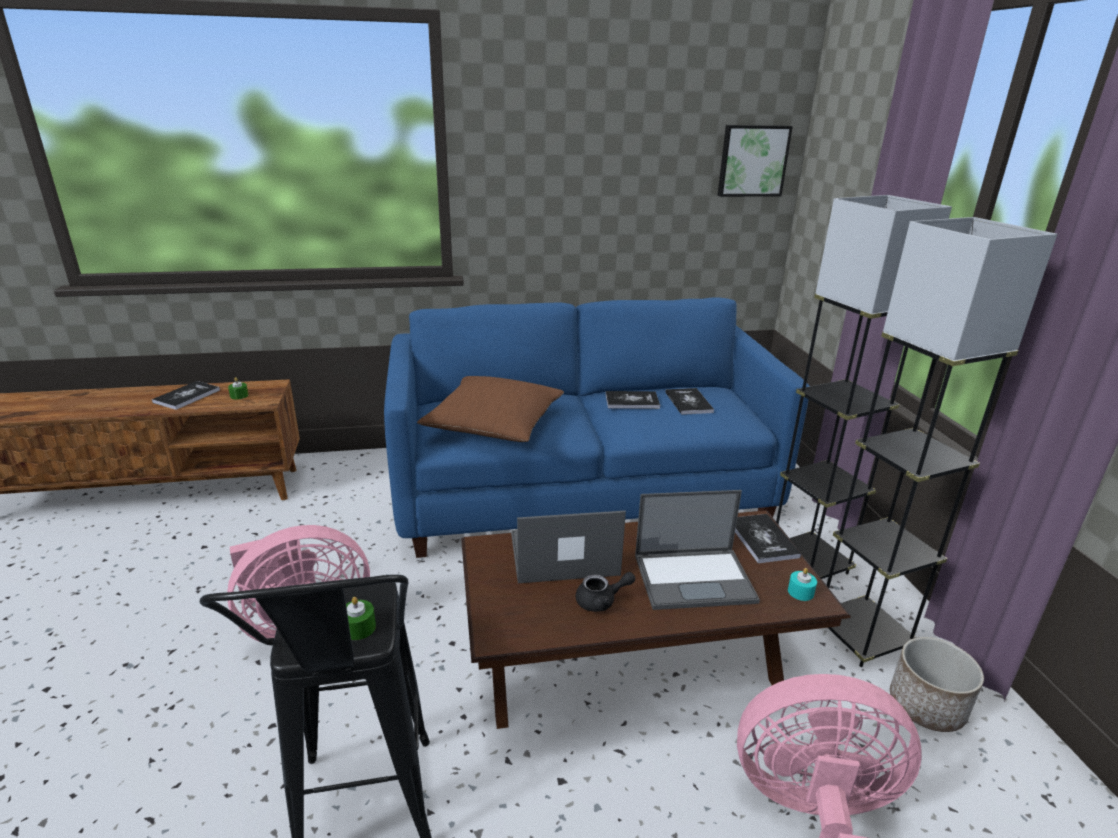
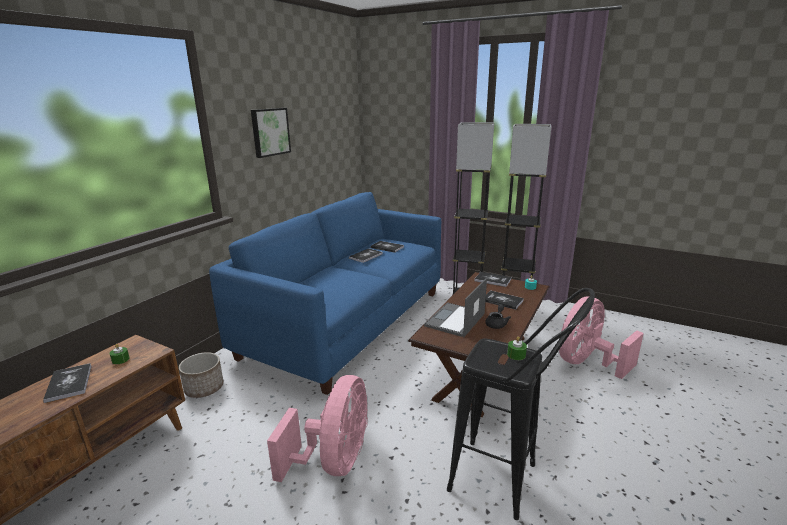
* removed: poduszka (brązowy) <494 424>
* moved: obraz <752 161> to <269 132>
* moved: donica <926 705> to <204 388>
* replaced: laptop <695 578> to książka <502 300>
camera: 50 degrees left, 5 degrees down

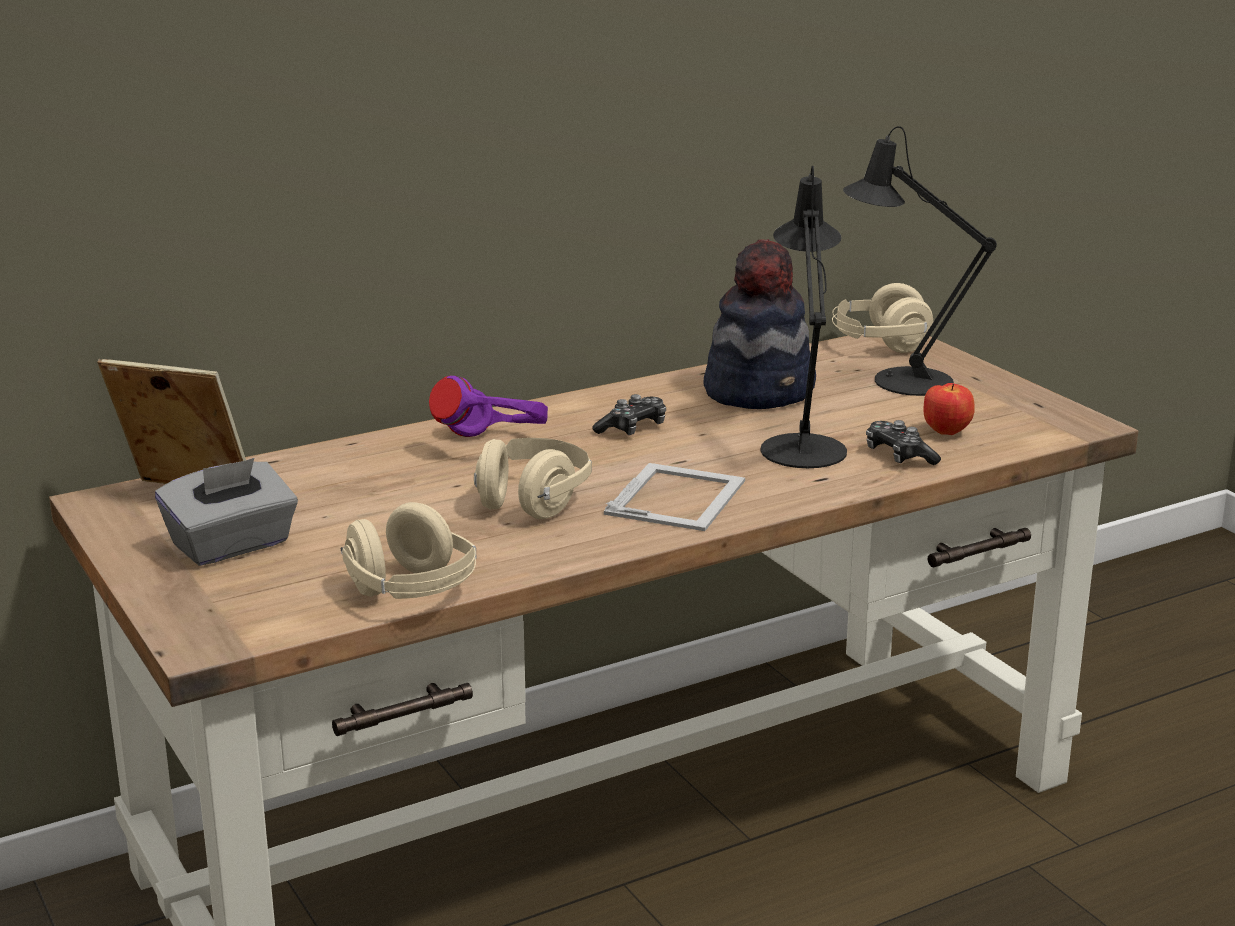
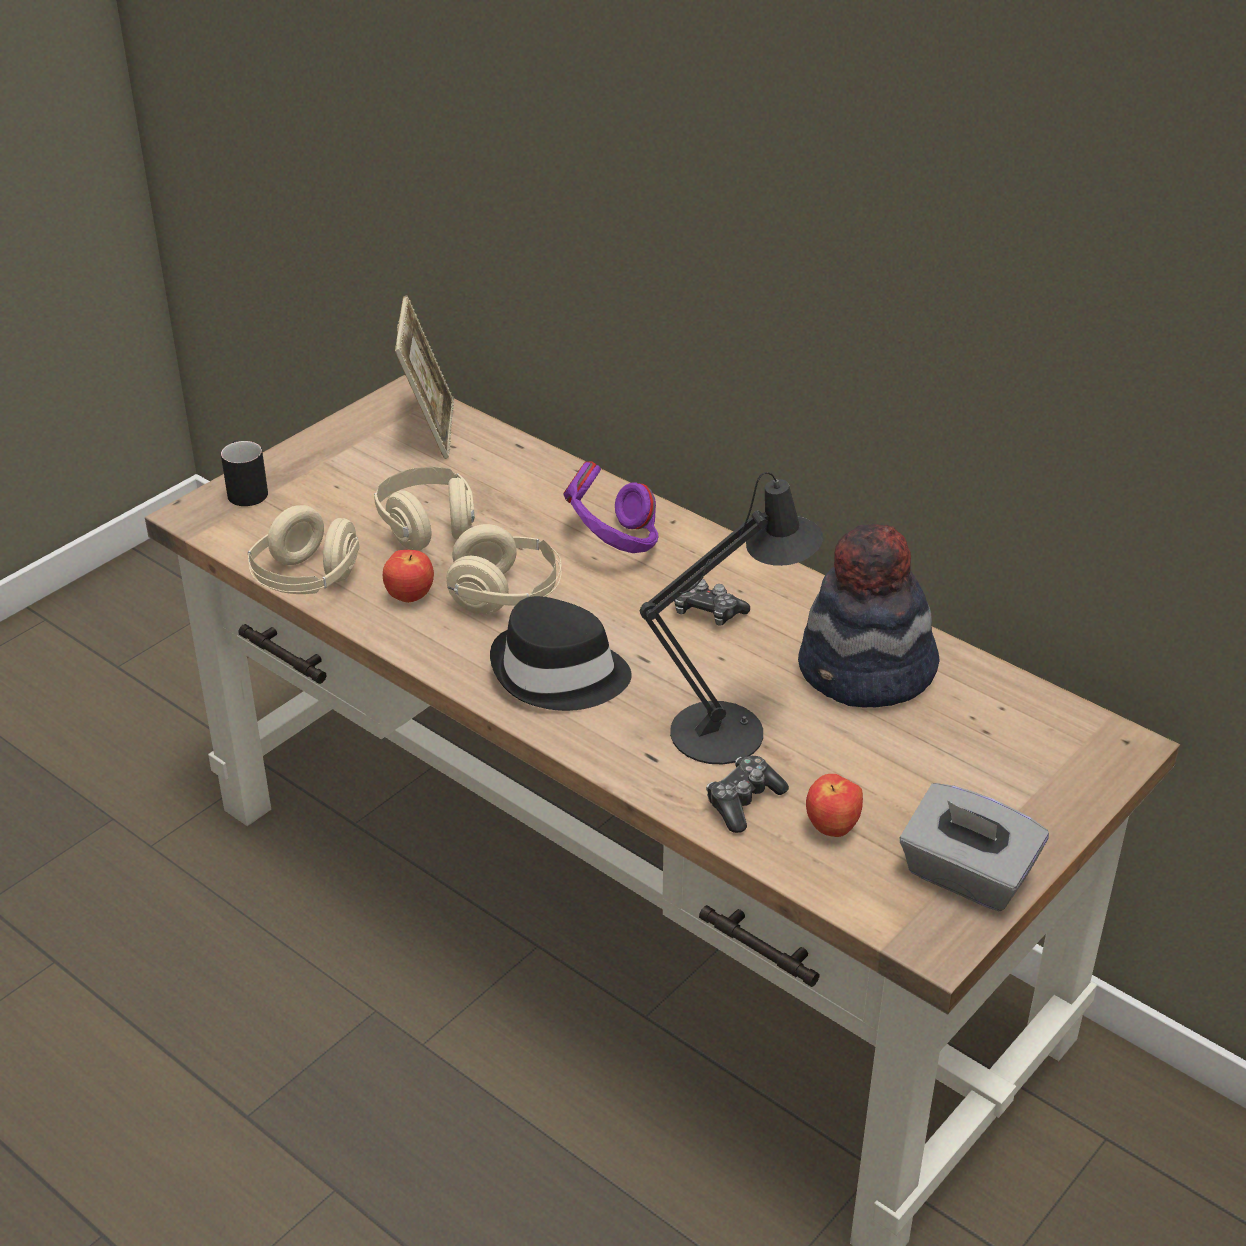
* removed: lampa stołowa (czarny) <901 380>
* added: kubek (czarny) <245 489>
* added: jabłko <410 597>
* moved: pudełko chusteczek (szary) <232 546> to <966 876>
* moved: słuchawki (beżowy) <879 344> to <427 527>
* replaced: ramka na zdjęcie <677 496> to kapelusz (czarny) <559 674>
camera: 70 degrees right, 15 degrees up

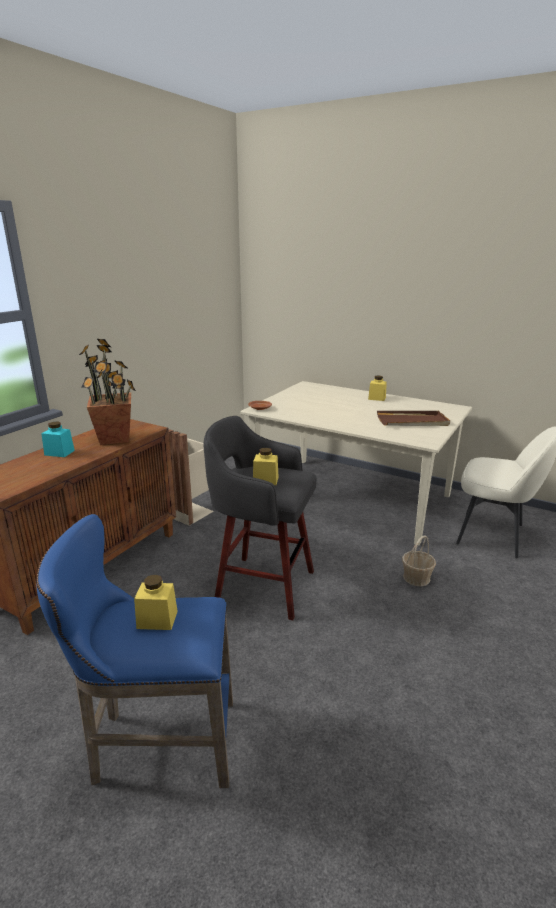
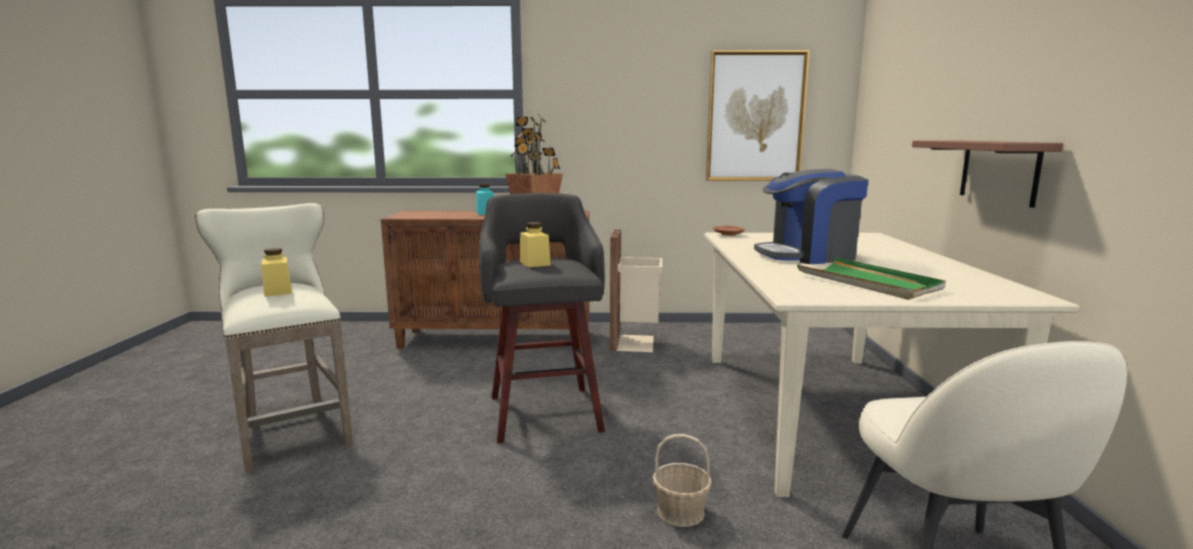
* removed: słoik (żółty) <377 398>
* added: obraz <755 117>
* added: ekspres do kawy <808 255>
* added: półka (brązowy) <999 171>
* recoloured: stołek (niebieski) <157 744> to stołek (beżowy) <292 428>
* recoloured: taca (brązowy) <412 421> to taca (zielony) <868 283>
camera: 60 degrees right, 10 degrees down

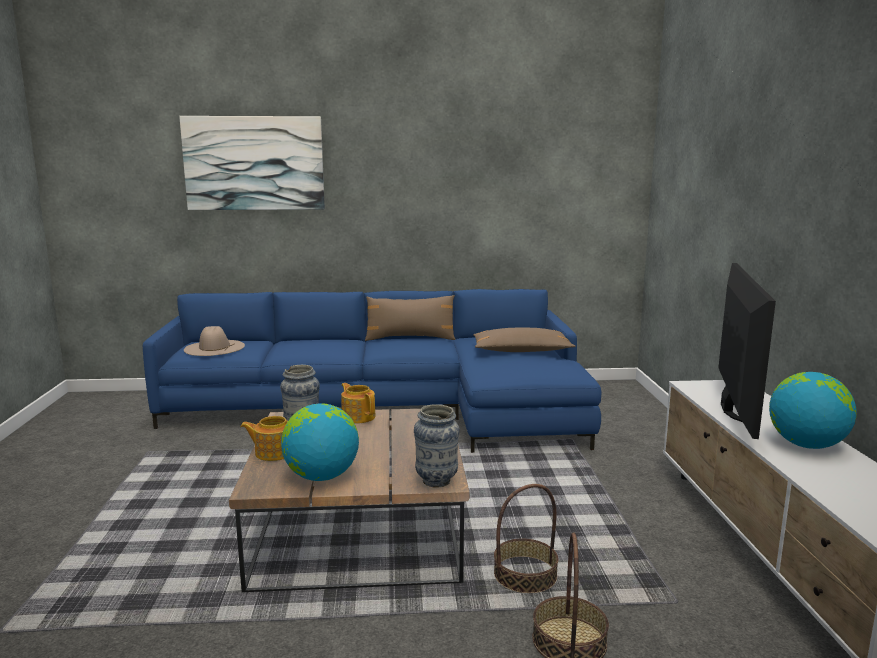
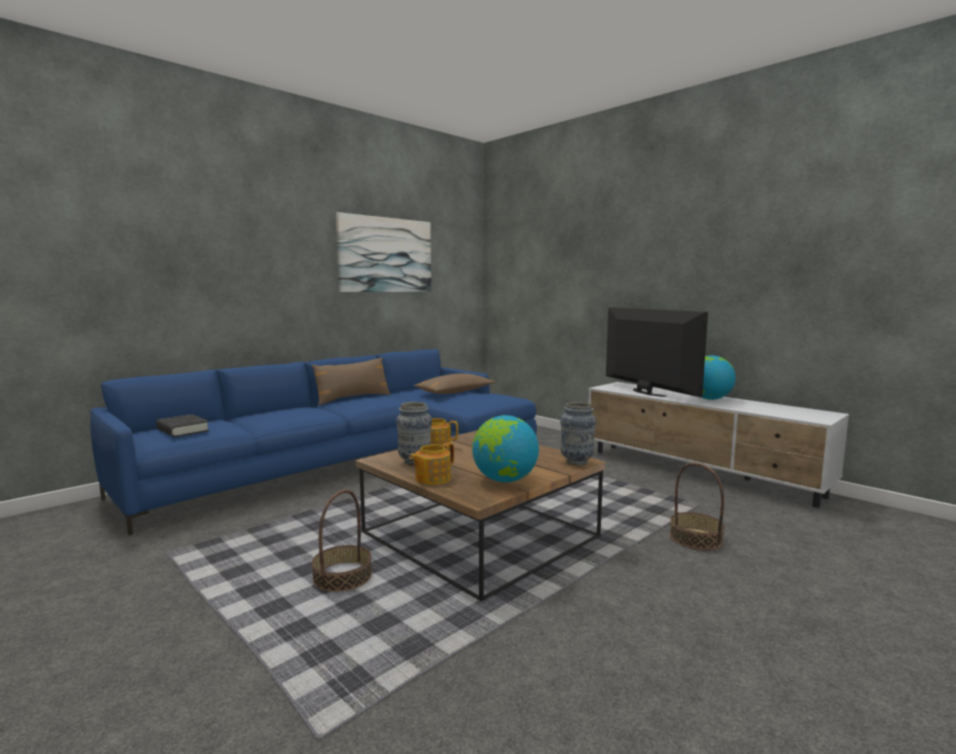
* moved: obraz <254 163> to <385 255>
* moved: koszyk <525 575> to <342 577>
* replaced: kapelusz (beżowy) <214 347> to książka (czarny) <182 430>
camera: 40 degrees left, 5 degrees down

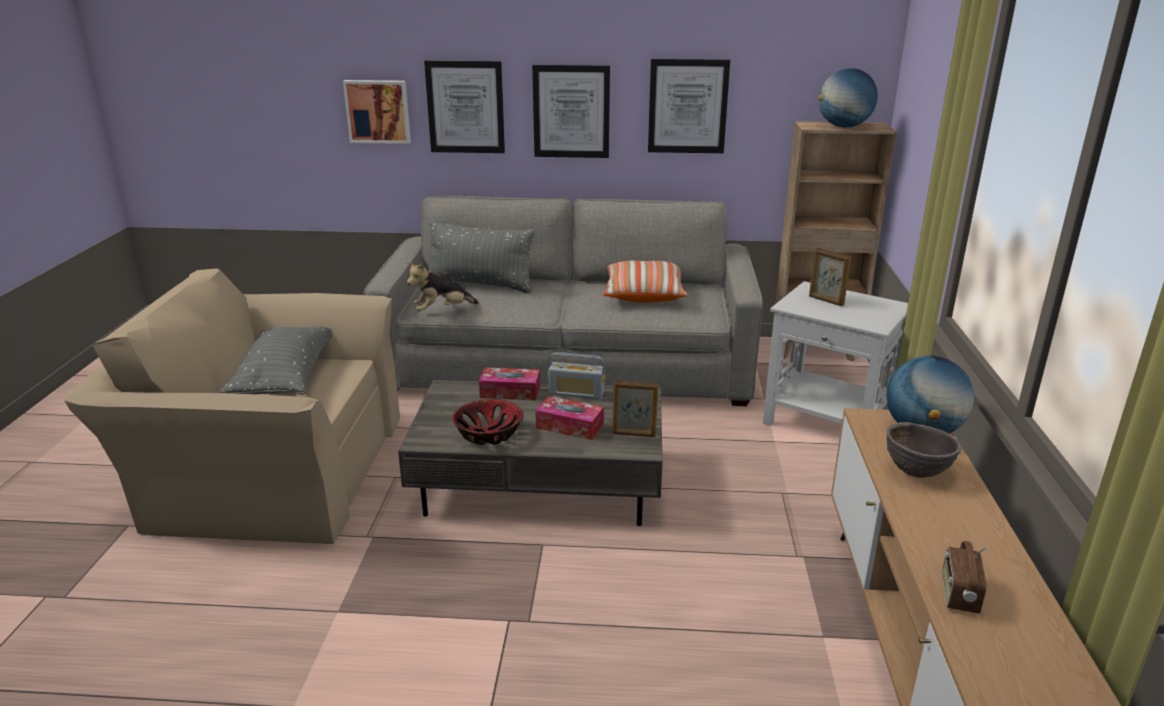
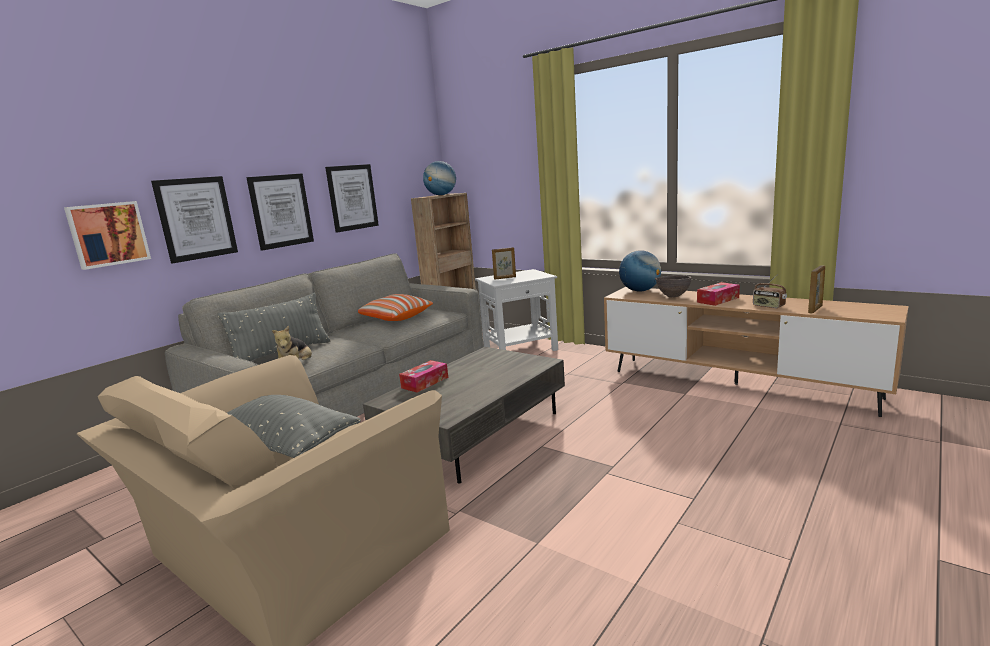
* removed: miska <488 434>
* removed: radio <576 393>
* moved: pudełko chusteczek <569 426> to <718 300>
* moved: ramka na zdjęcie <634 434> to <815 309>
camera: 55 degrees left, 10 degrees down

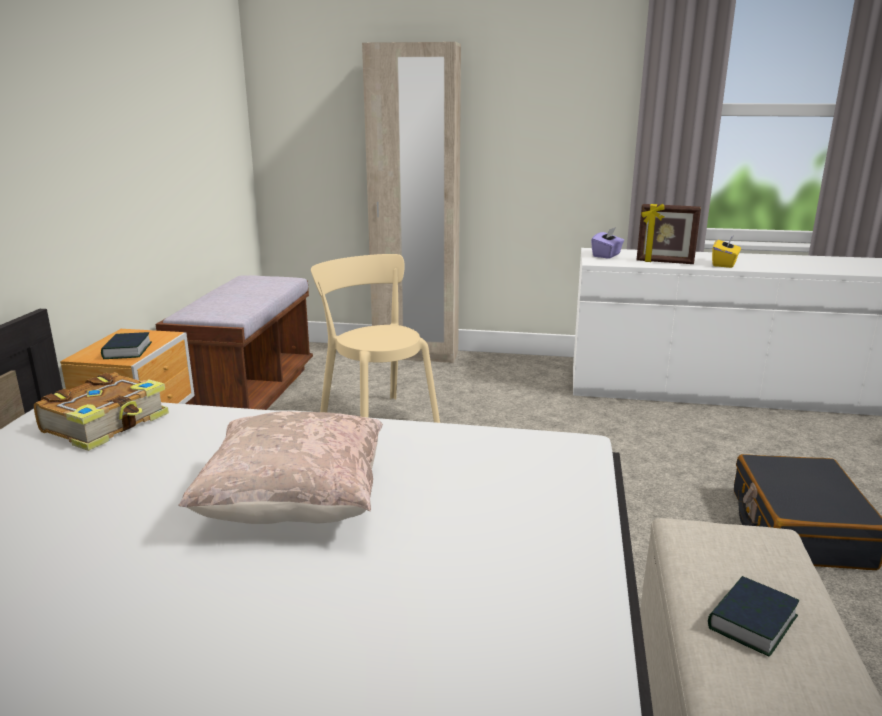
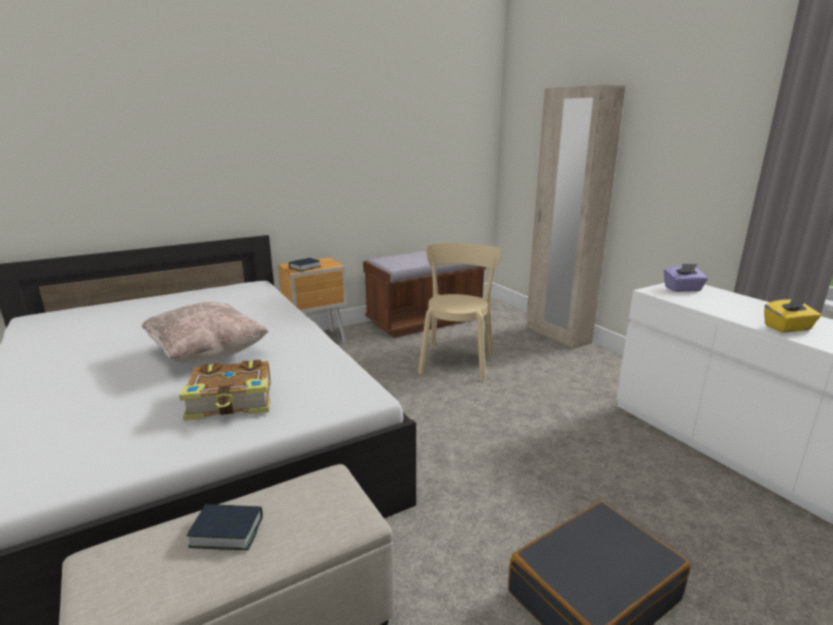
* removed: ramka na zdjęcie <664 262>
* moved: książka <107 424> to <232 402>
camera: 50 degrees right, 0 degrees up

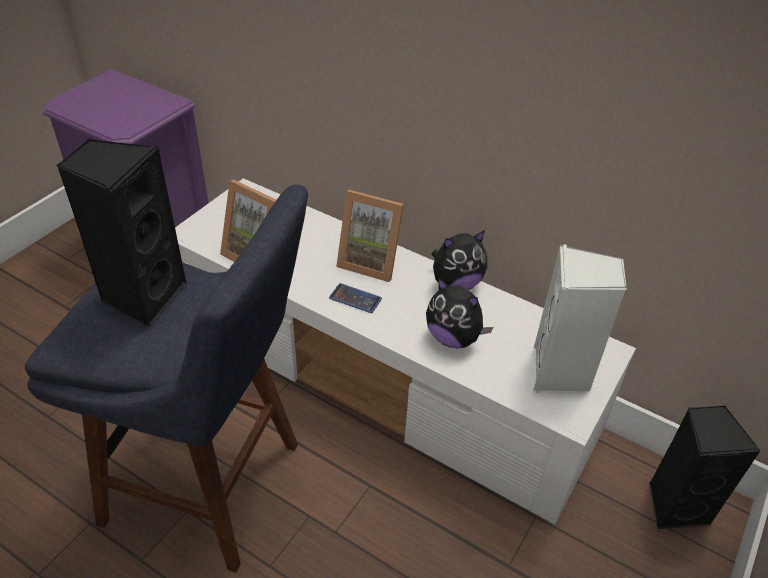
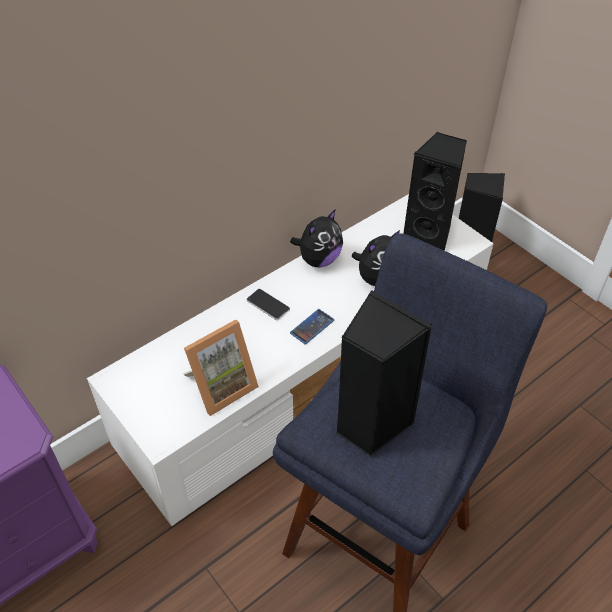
* replaced: ramka na zdjęcie <371 261> to telefon <268 305>
* recoloured: głośnik (biały) <560 374> to głośnik (czarny) <430 233>
* turned: pluszak <456 284> = <318 259> 45 degrees clockwise
camera: 70 degrees left, 5 degrees up

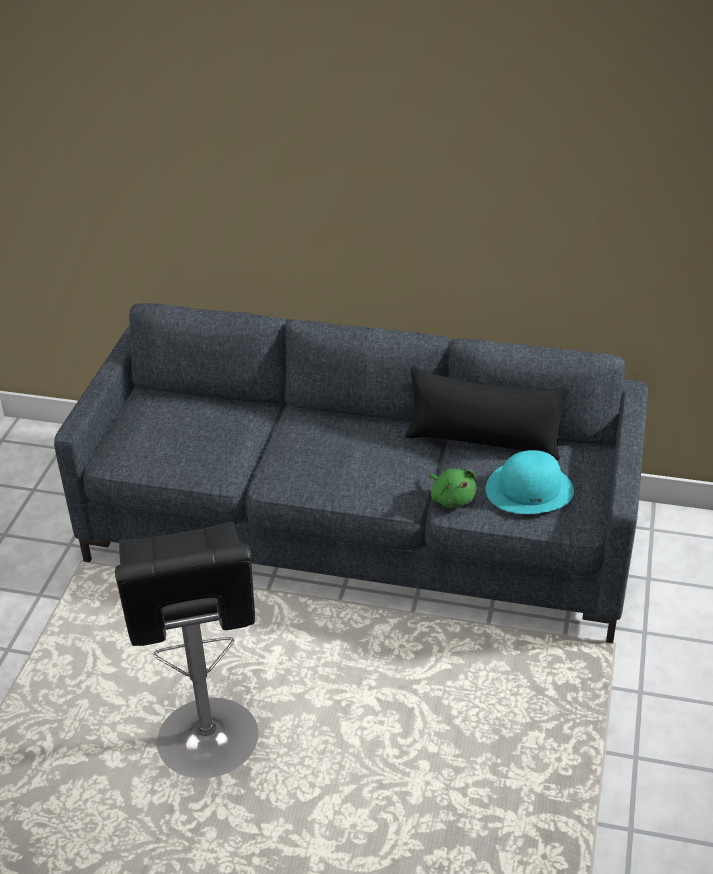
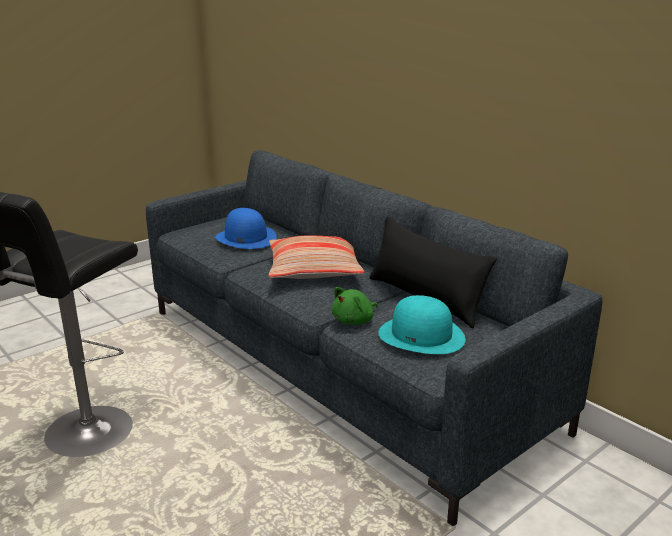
* added: kapelusz (niebieski) <245 238>
* added: poduszka <314 269>
* turned: pluszak (zielony) <452 498> = <354 321> 45 degrees clockwise
camera: 35 degrees right, 15 degrees down

